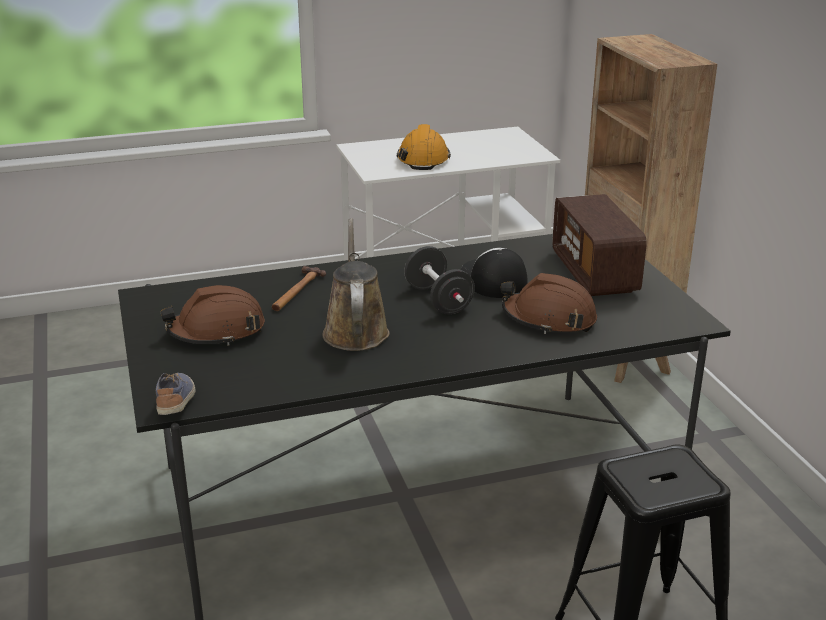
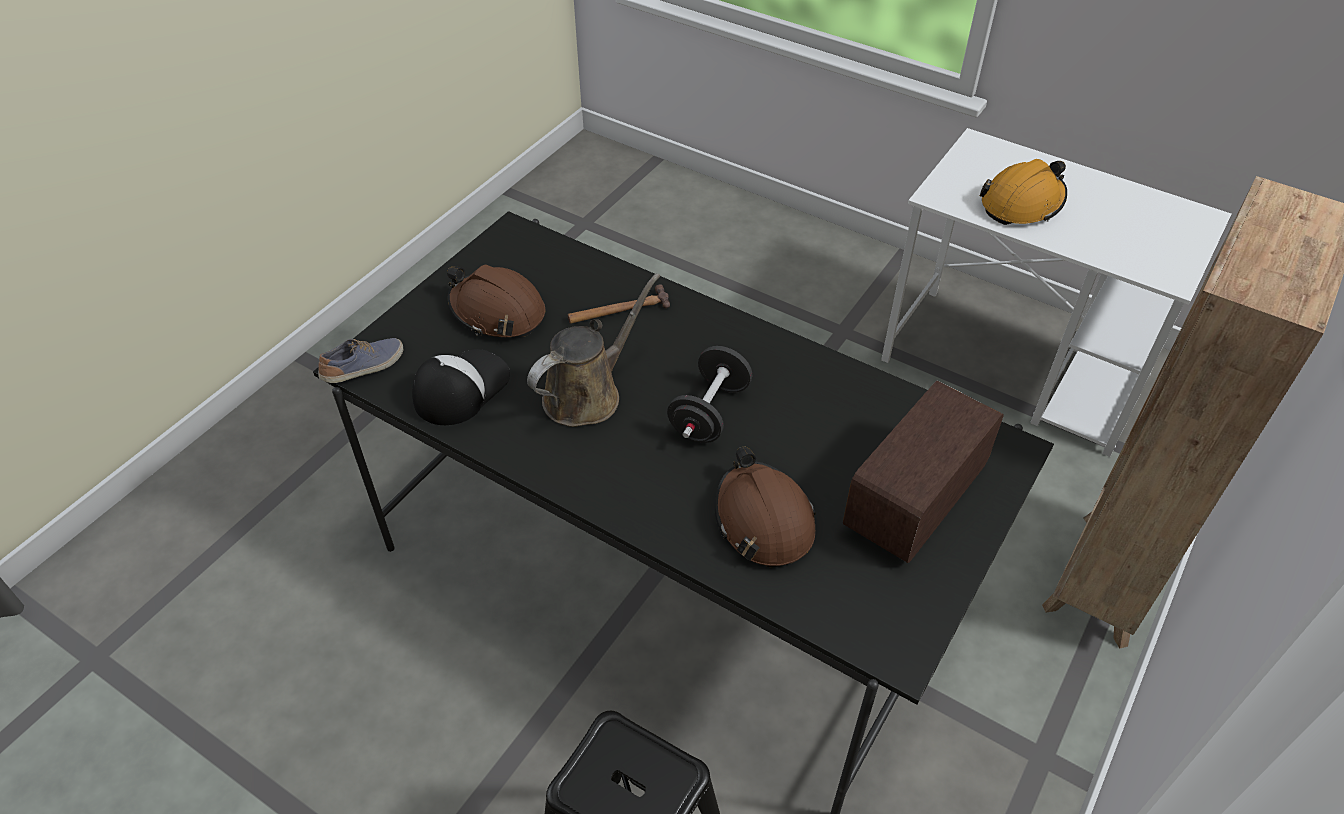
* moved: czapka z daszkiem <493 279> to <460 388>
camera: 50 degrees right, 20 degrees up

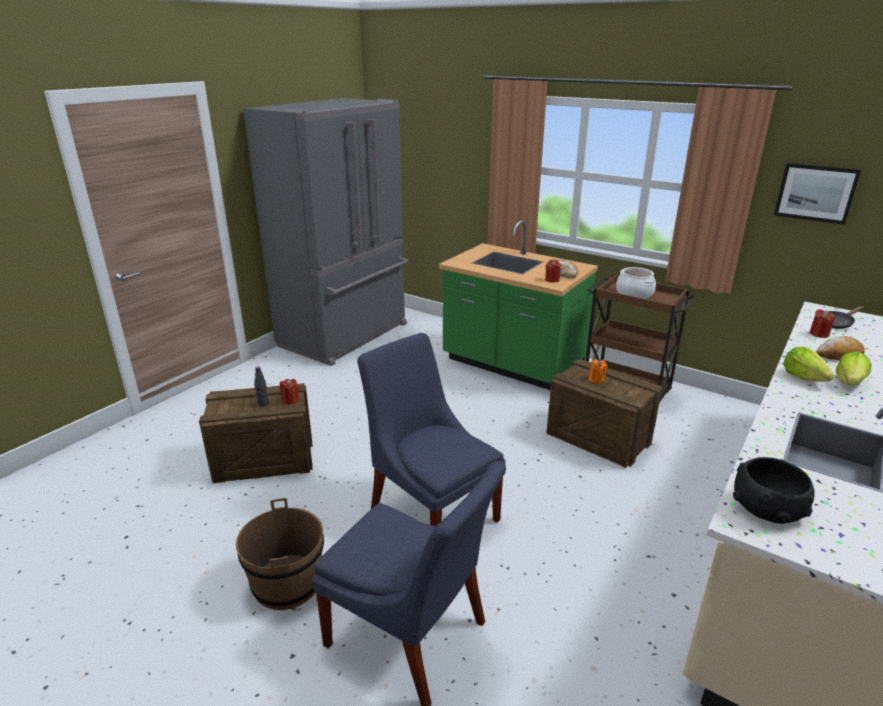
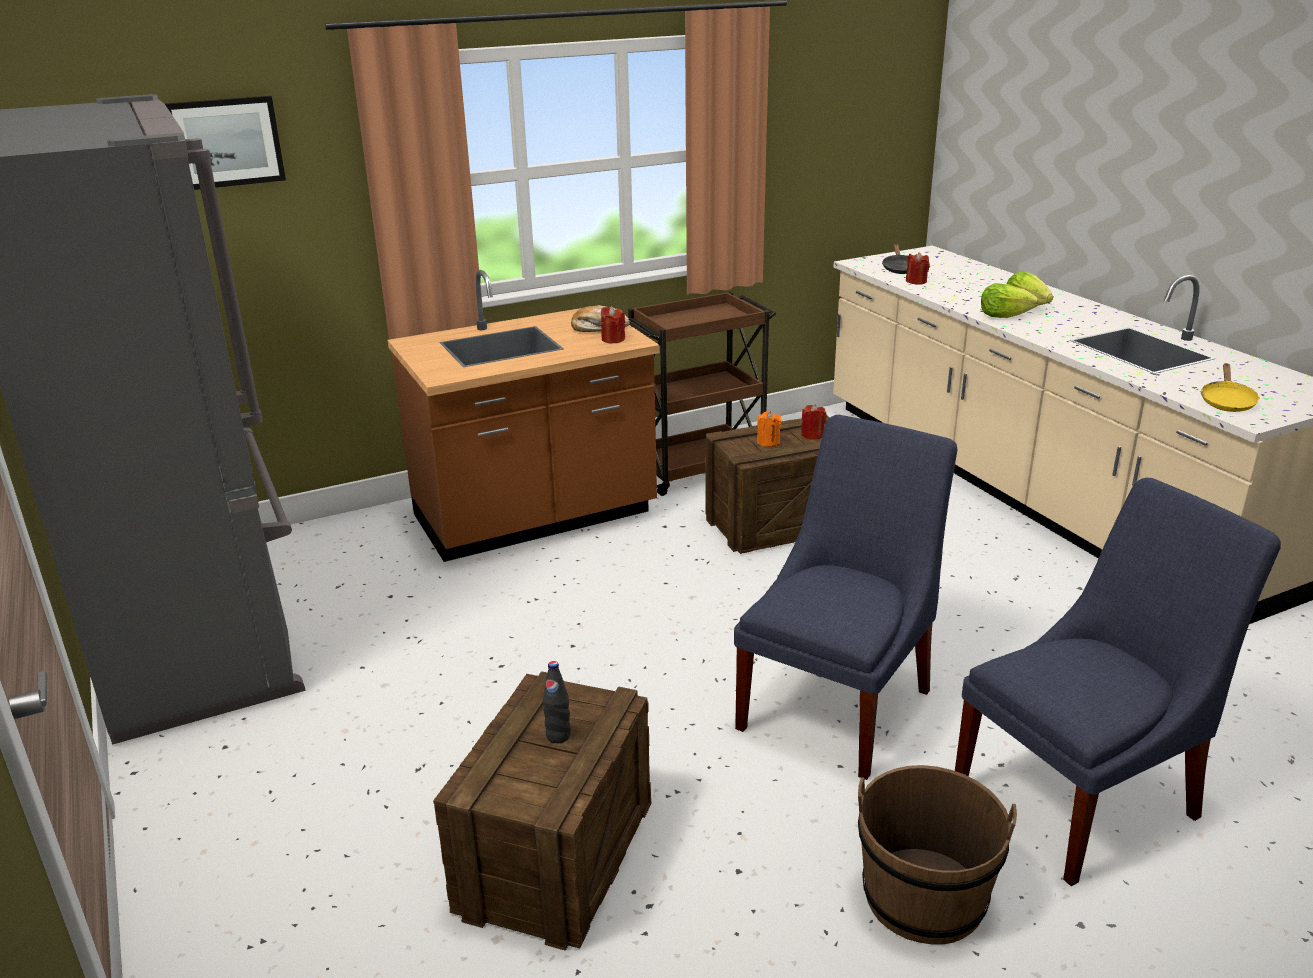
* removed: garnek <634 294>
* removed: chleb <839 355>
* moved: świeca (czerwony) <290 400> to <812 435>
* moved: obraz <816 193> to <226 142>
* replaced: miska (czarny) <767 506> to patelnia (żółty) <1226 402>
* recoloured: zabudowa kuchenna (zielony) <512 365> to zabudowa kuchenna (brązowy) <535 518>
* turned: krzesło (niebieski) <431 511> = <840 704> 135 degrees clockwise
camera: 60 degrees left, 0 degrees up

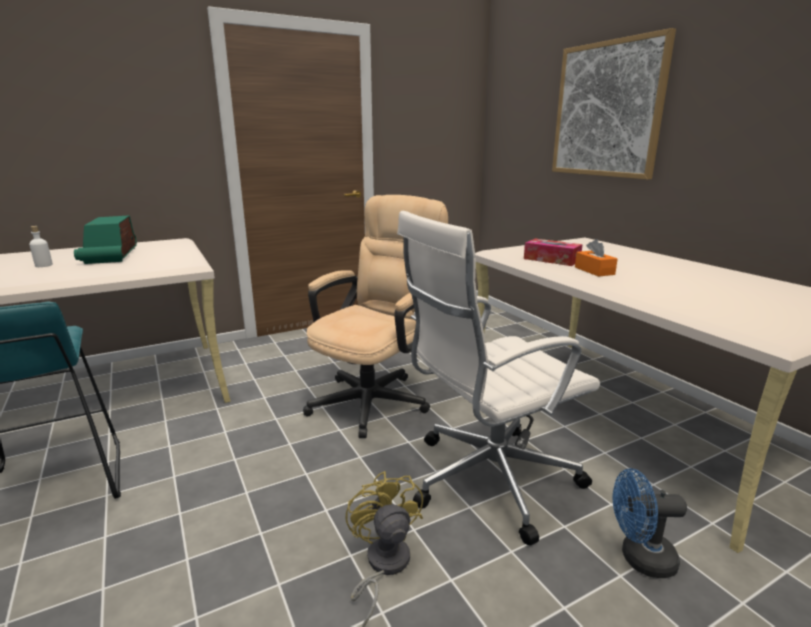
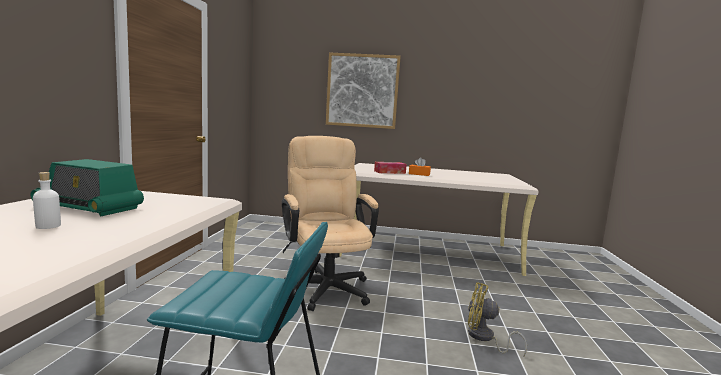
* removed: krzesło biurowe (biały) <488 479>
* removed: wentylator (niebieski) <639 558>
camera: 55 degrees left, 10 degrees down

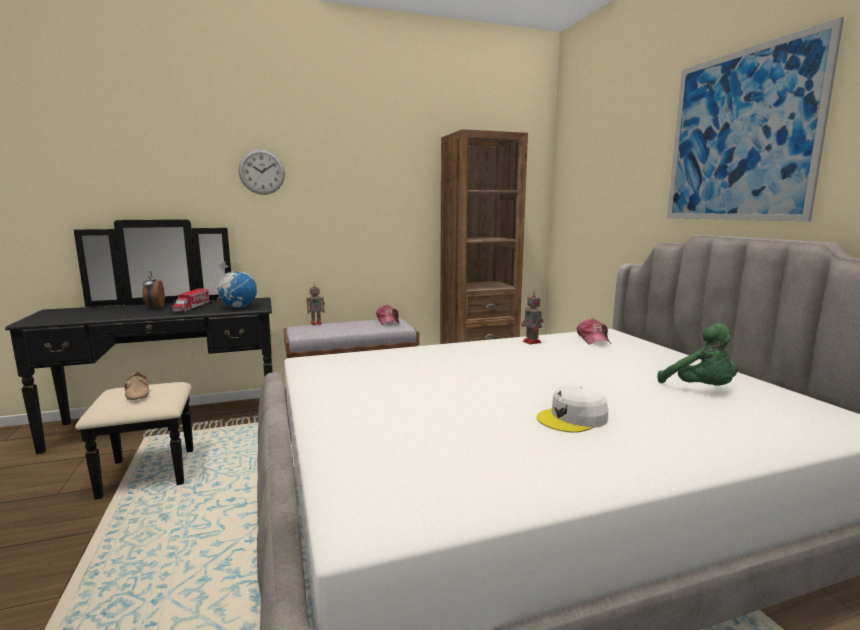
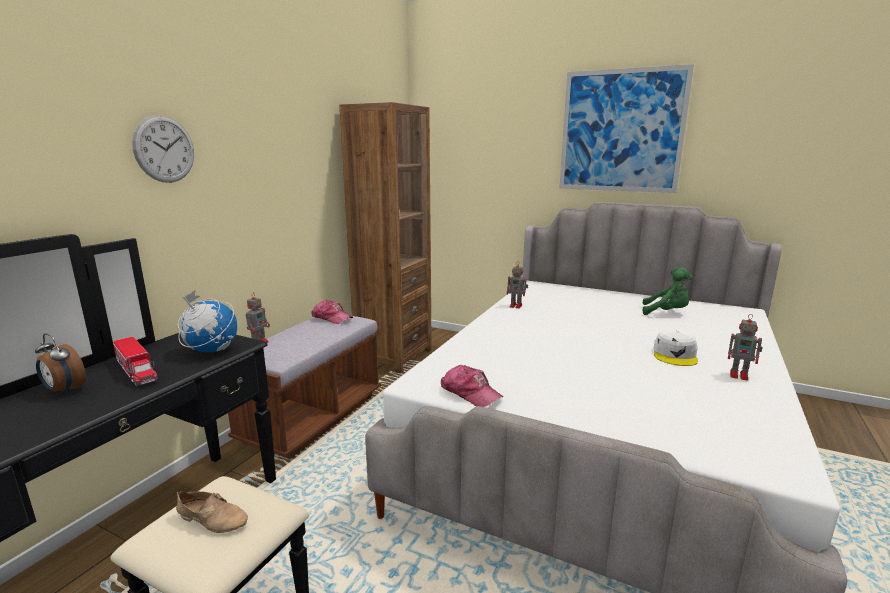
* added: robot zabawkowy <740 375>
* moved: czapka z daszkiem <593 339> to <470 393>
camera: 45 degrees left, 5 degrees up

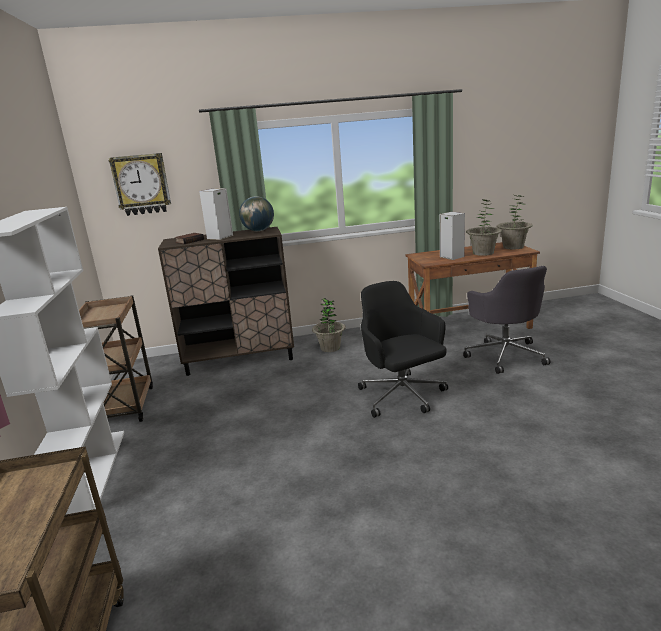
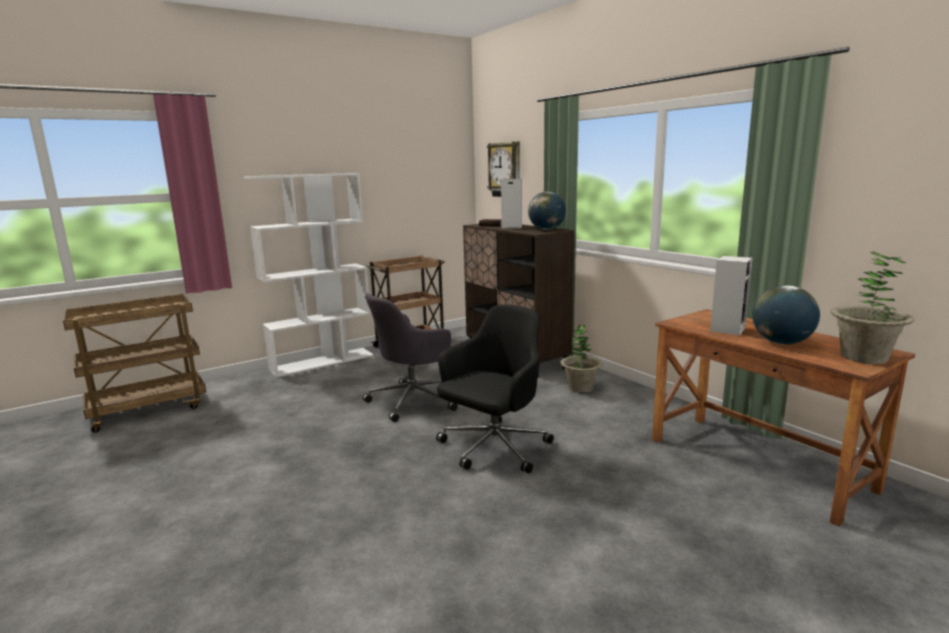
* moved: krzesło biurowe (szary) <505 355> to <414 401>
* replaced: roślina doniczkowa <483 253> to globus <782 343>
camera: 65 degrees right, 5 degrees down

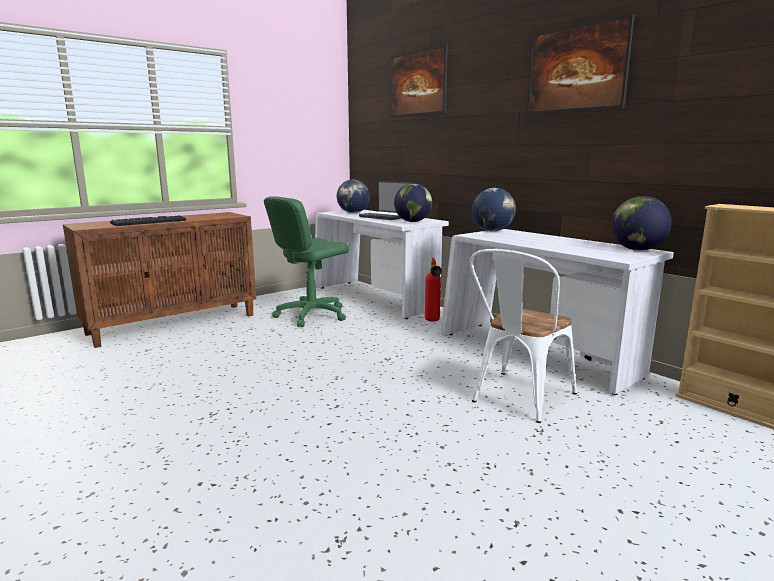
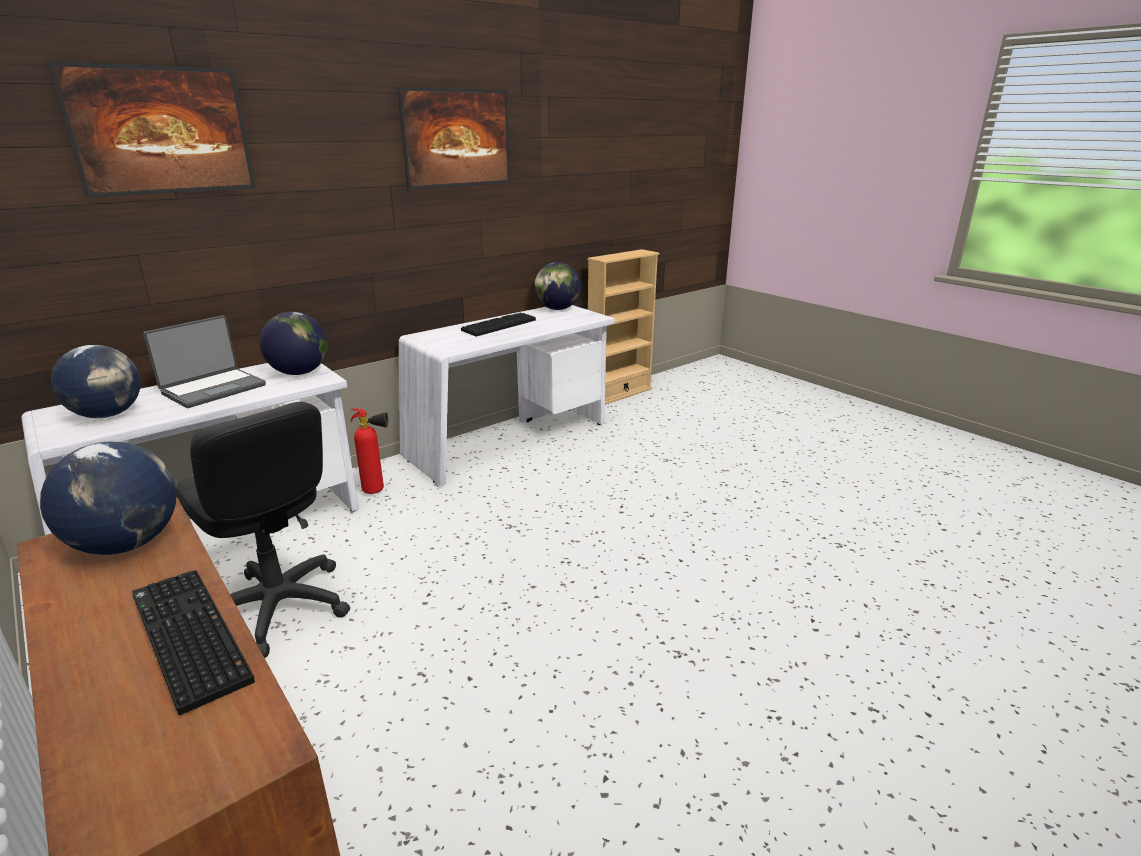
* removed: krzesło (biały) <518 399>
* added: klawiatura <499 325>
* moved: globus <492 231> to <126 544>
* recoloured: krzesło biurowe (zielony) <311 315> to krzesło biurowe (czarny) <278 607>
camera: 90 degrees left, 10 degrees up

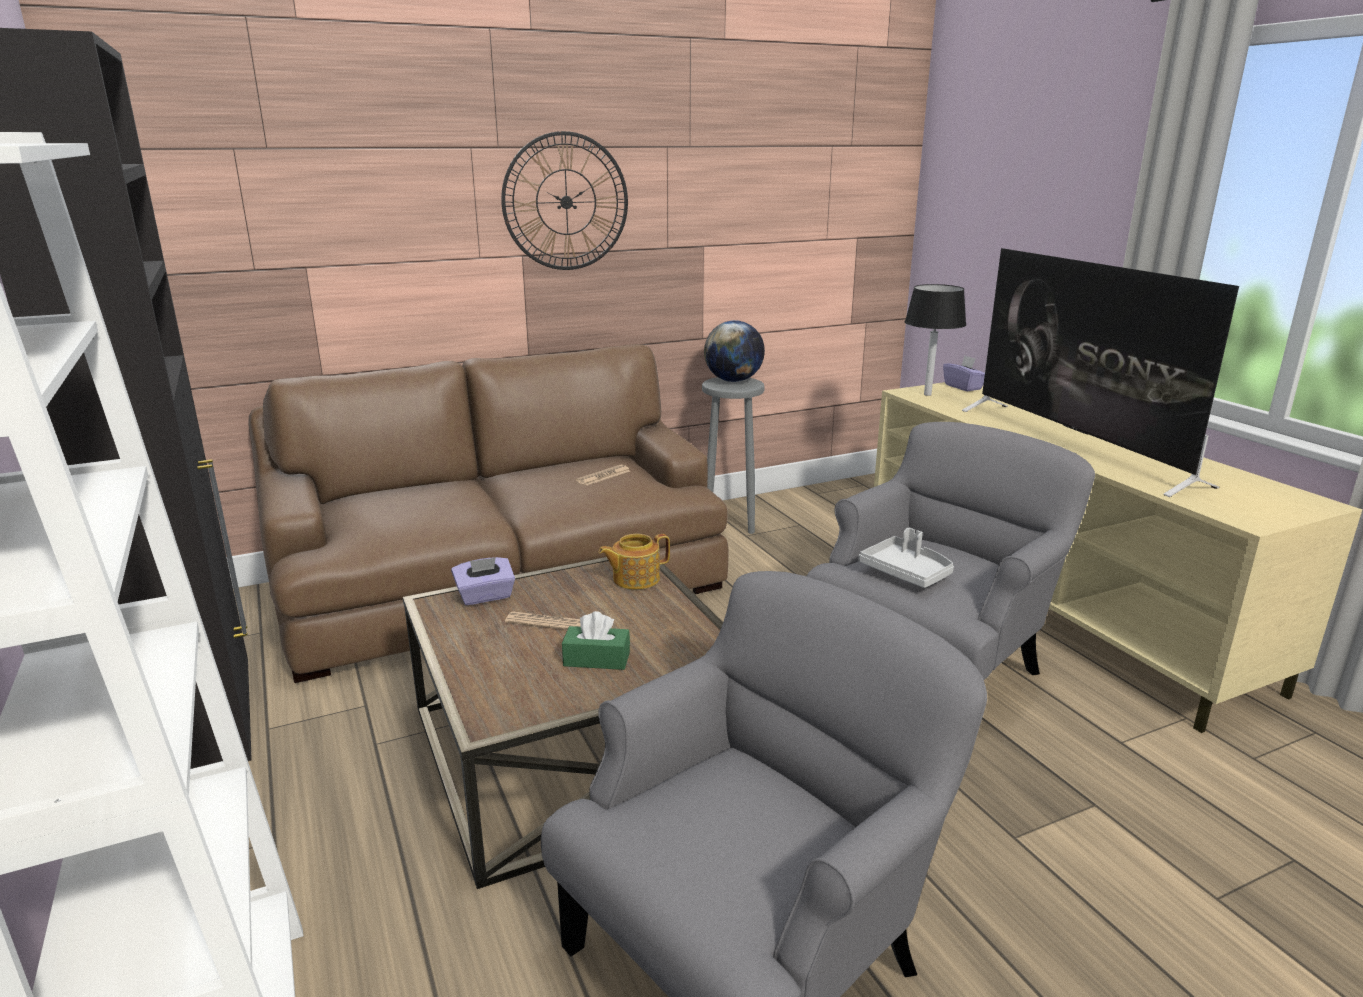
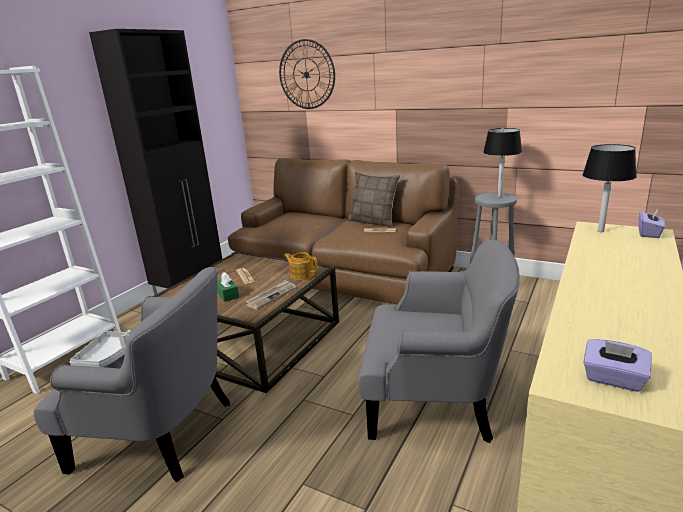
* removed: telewizor <1075 445>
* added: gazeta <271 296>
* added: poduszka <373 221>
* moved: pudełko chusteczek (fioletowy) <485 596> to <613 379>
* moved: zegar ścienny <566 202> to <306 74>
* moved: taca (szary) <906 572> to <109 356>
* replaced: globus <733 381> to lampa stołowa (czarny) <499 196>
camera: 55 degrees right, 0 degrees up

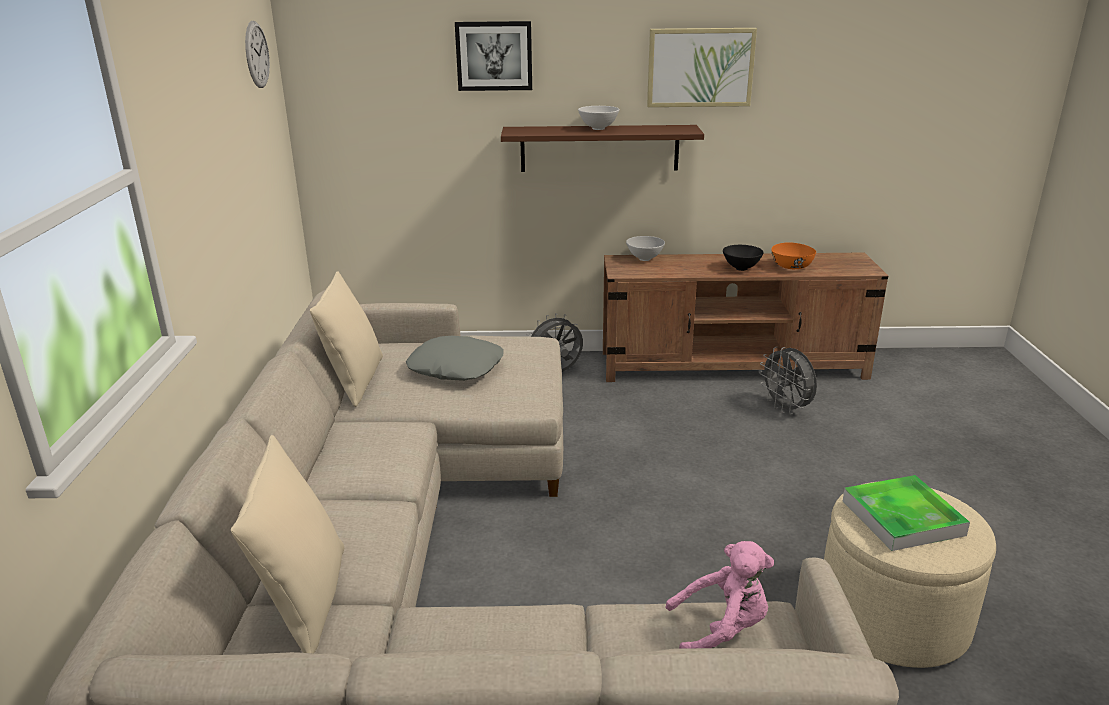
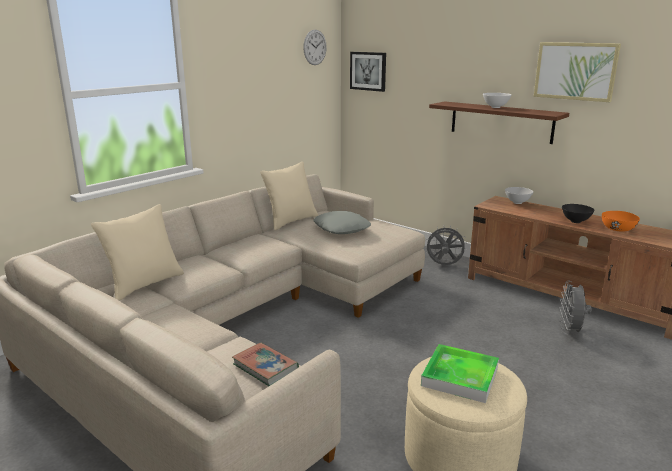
* moved: obraz <494 56> to <368 71>
* replaced: pluszak (różowy) <721 630> to książka <265 367>
camera: 40 degrees right, 5 degrees down

